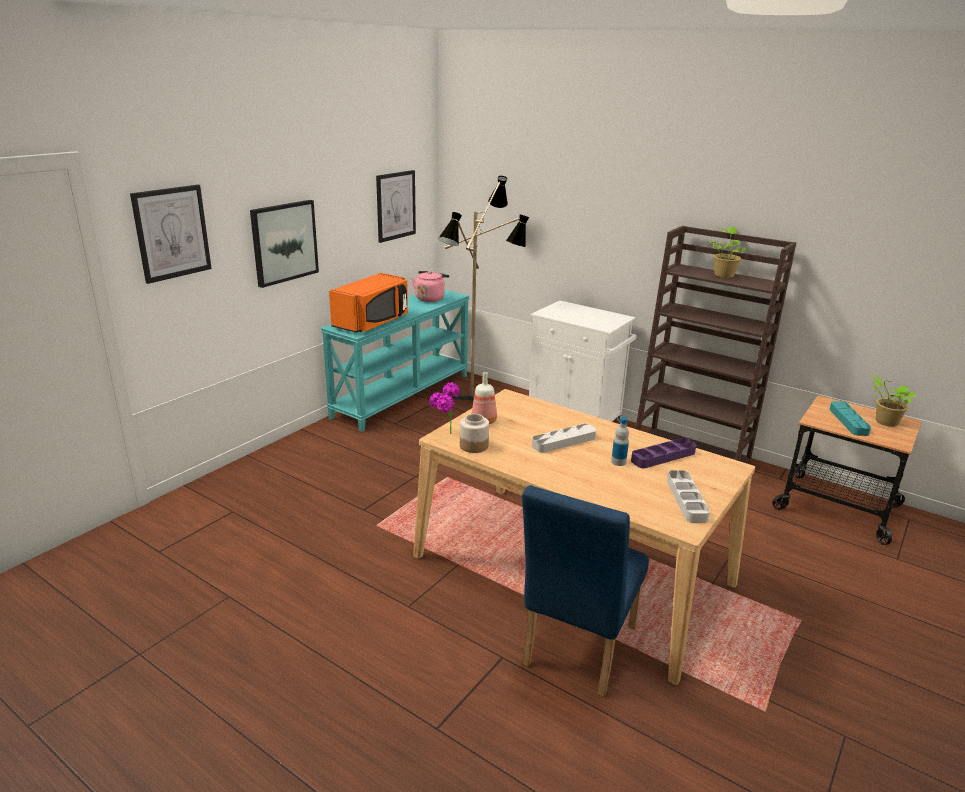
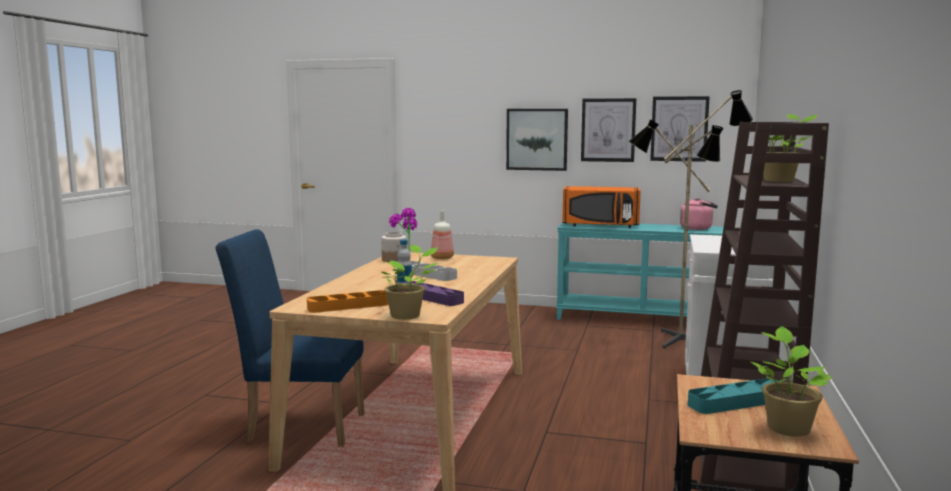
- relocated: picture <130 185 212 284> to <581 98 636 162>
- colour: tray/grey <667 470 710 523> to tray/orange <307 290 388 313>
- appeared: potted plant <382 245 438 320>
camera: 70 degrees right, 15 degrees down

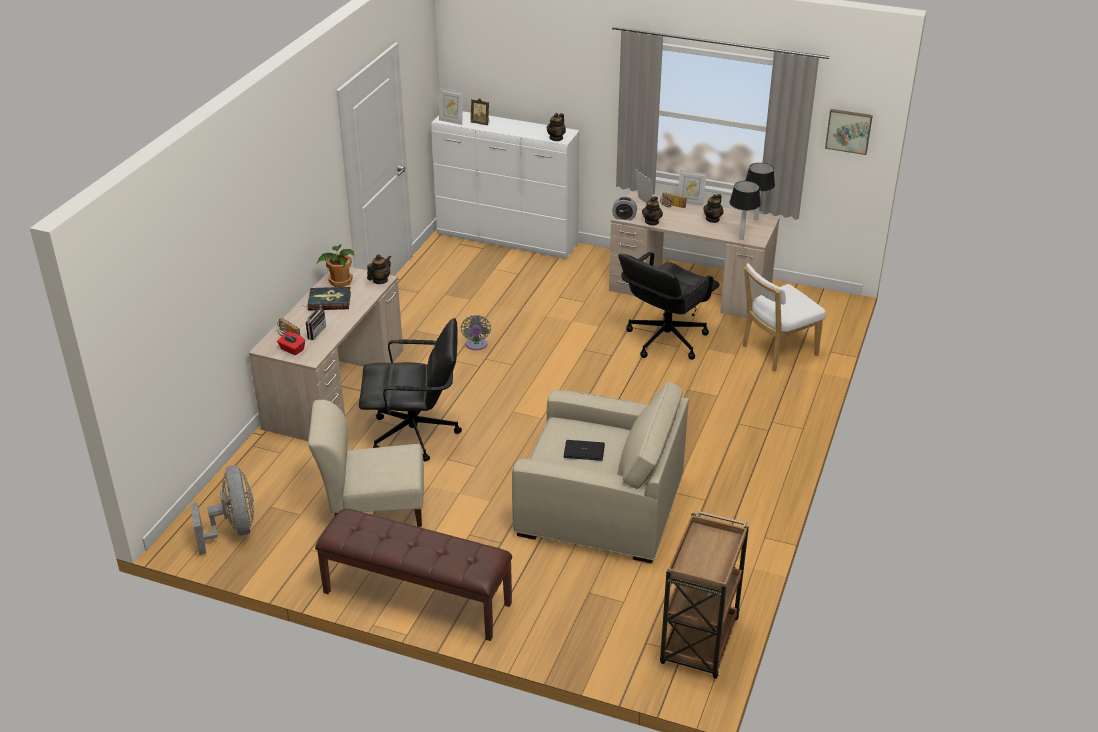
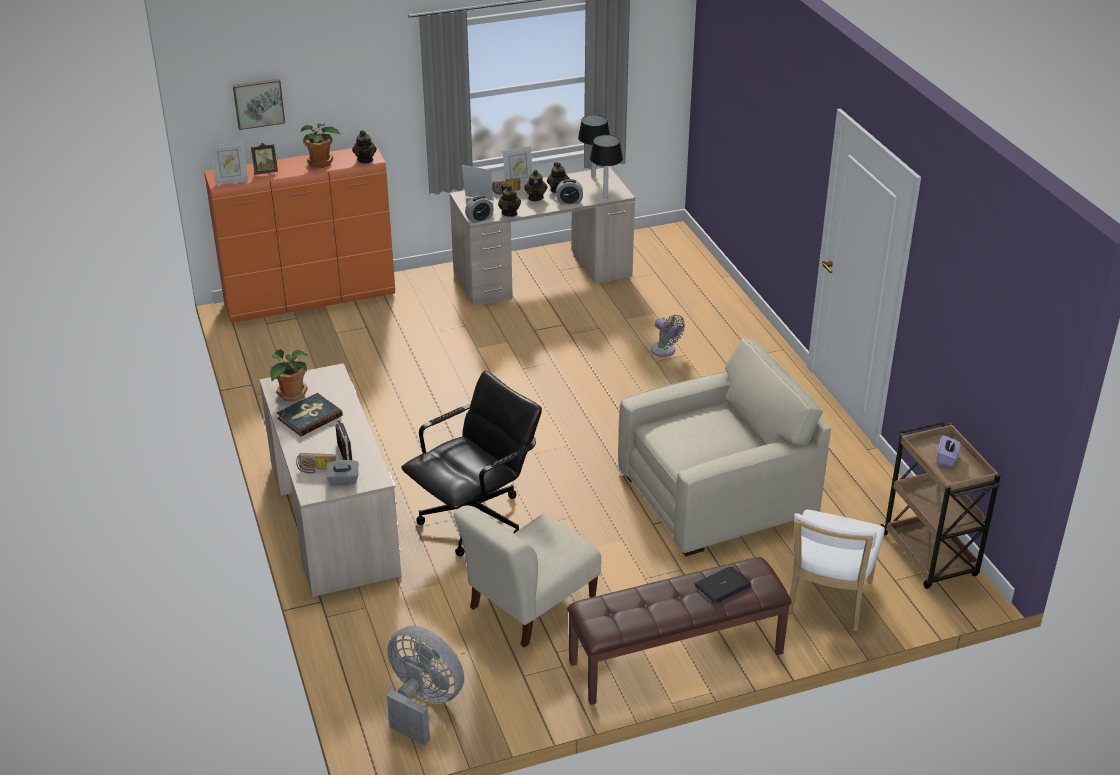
- relocated: picture <825 109 873 155> to <233 79 285 130>
- colour: dresser/white <431 111 580 259> to dresser/orange <204 145 395 323>
- missing: office chair/black <618 252 720 360>
- relocated: teapot <367 254 391 284> to <524 170 548 201>
- relocated: chair/white <743 263 826 371> to <788 510 885 631>
- relocated: fan/grey <461 315 491 350> to <651 315 685 357>
- colour: tissue box/red <277 332 305 355> to tissue box/grey <326 460 358 486>
- relocated: laptop <564 440 605 461> to <695 566 752 604>
- appeared: potted plant <301 123 341 168>
- appeared: alarm clock <556 179 583 204>
- appeared: tissue box/purple <937 435 961 467>
camera: 40 degrees left, 0 degrees up

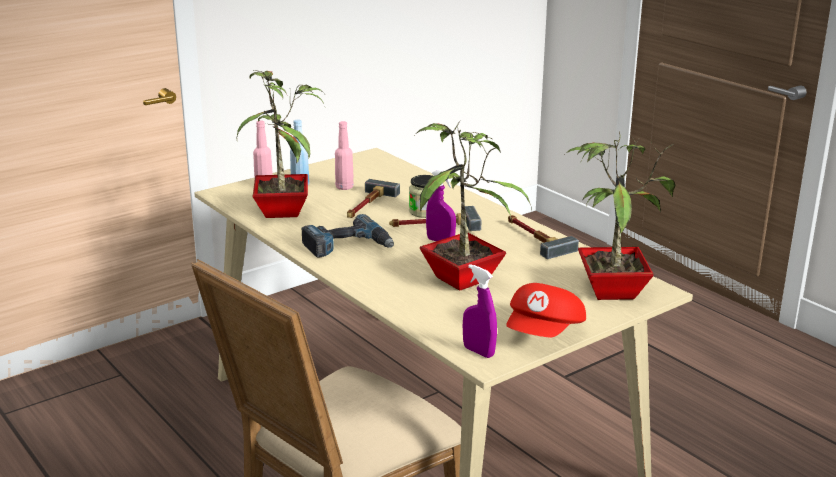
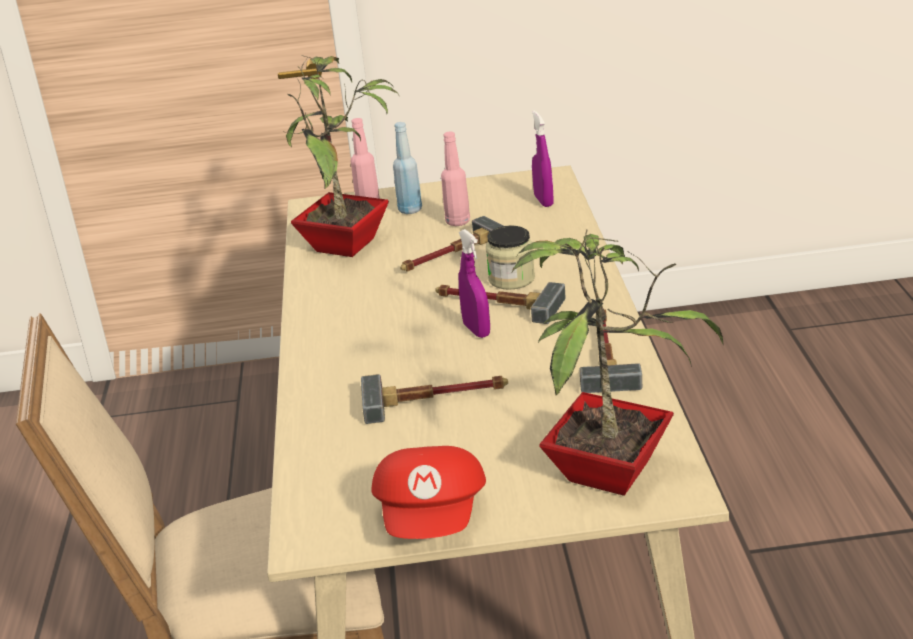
- exchanged: potted plant <416 121 532 291> to hammer <361 374 508 424>
- missing: power drill <302 214 394 257>
- relocated: spray bottle/purple <463 264 497 358> to <532 111 553 207>
- spun: cap/red <506 283 586 337> = <371 446 486 539> 60 degrees counterclockwise
camera: 35 degrees right, 5 degrees up

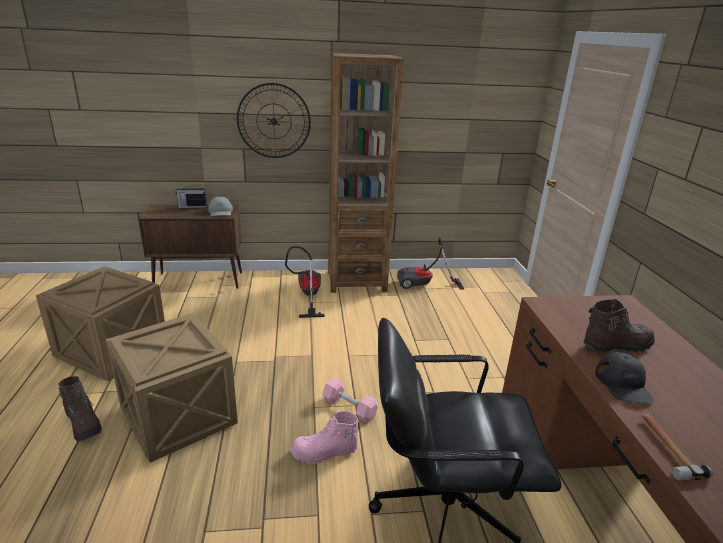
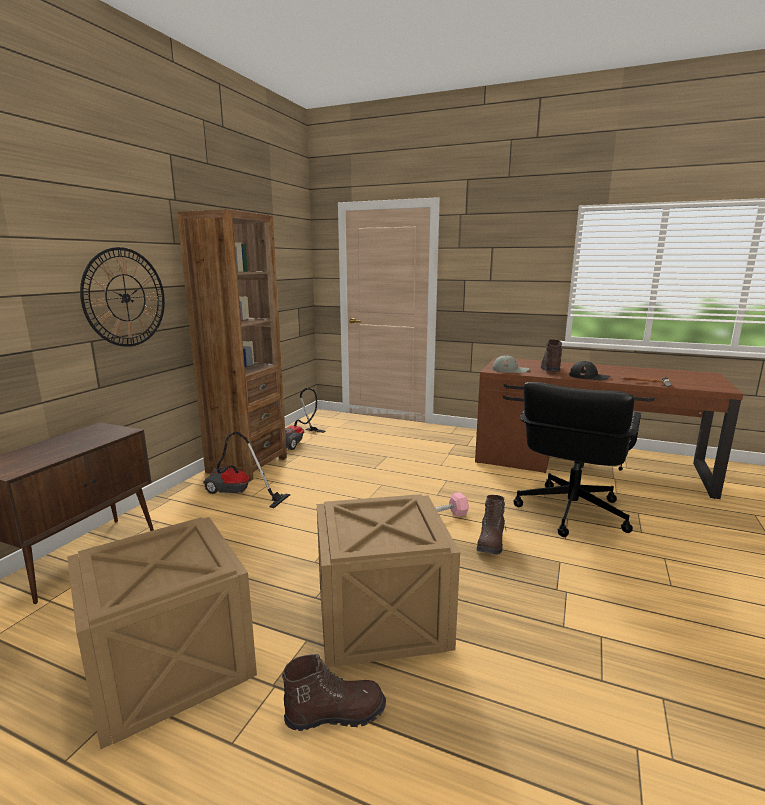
- missing: radio <175 185 207 208>
- relocated: cap/grey <208 197 233 216> to <492 355 529 373>
- colour: boot/pink <291 411 359 464> to boot/brown <476 495 507 555>
camera: 60 degrees left, 10 degrees down

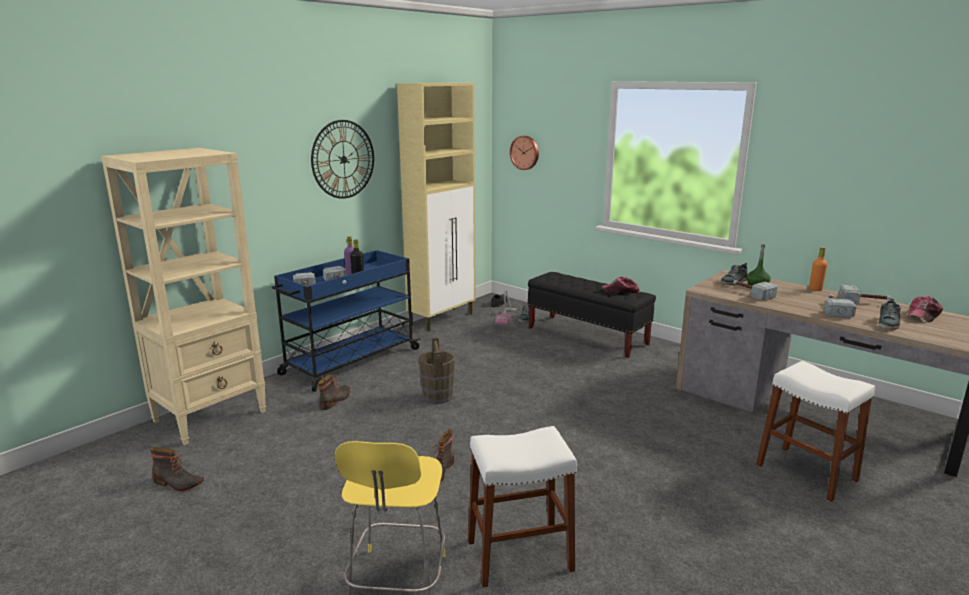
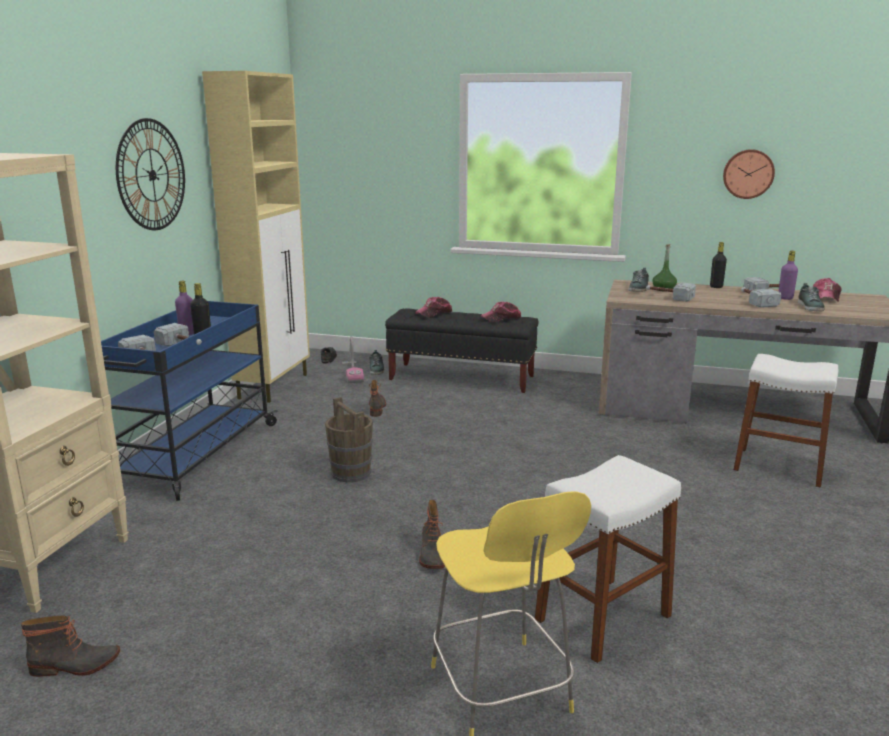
- relocated: wall clock <510 136 539 170> to <723 149 775 199>
- colour: bottle/orange <809 247 827 291> to bottle/black <710 242 727 288>
- relocated: boot <318 374 350 410> to <369 380 386 417>
- appeared: bottle/purple <779 251 798 300>
- appeared: cap <415 297 452 317>
camera: 25 degrees left, 0 degrees up

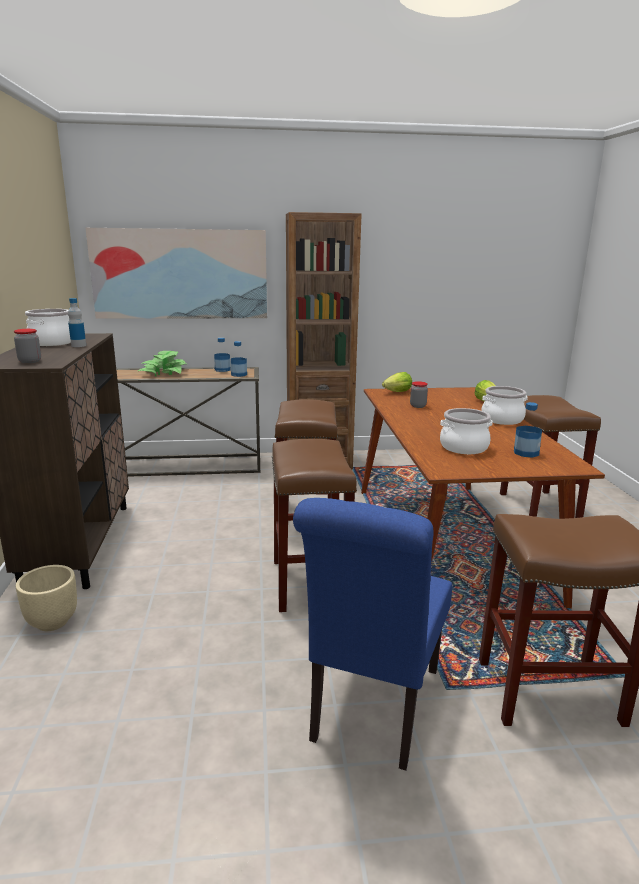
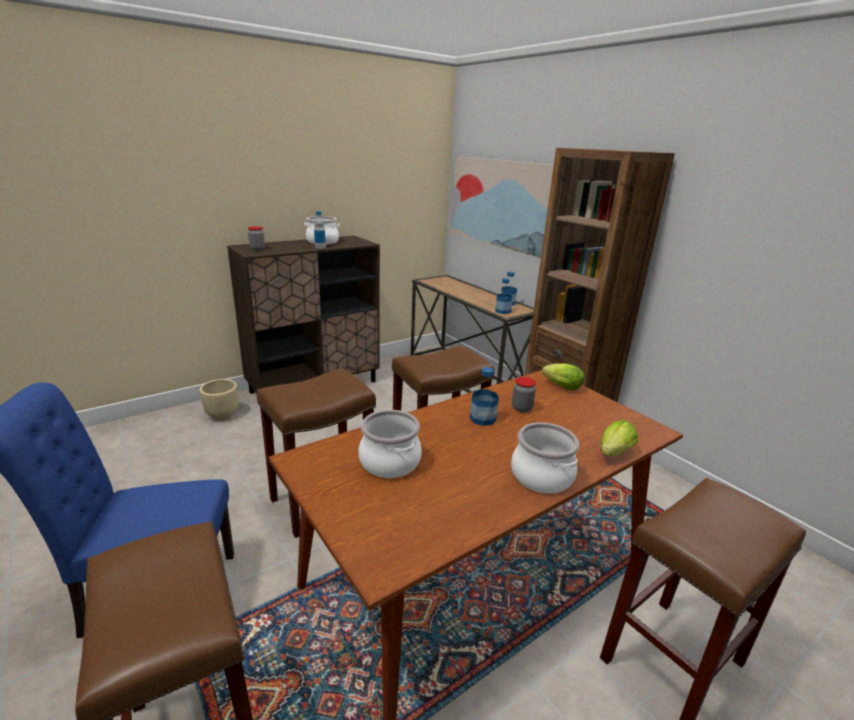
- missing: potted plant <138 351 188 376>
- relocated: bottle <514 402 542 458> to <470 367 499 426>
camera: 60 degrees right, 5 degrees up

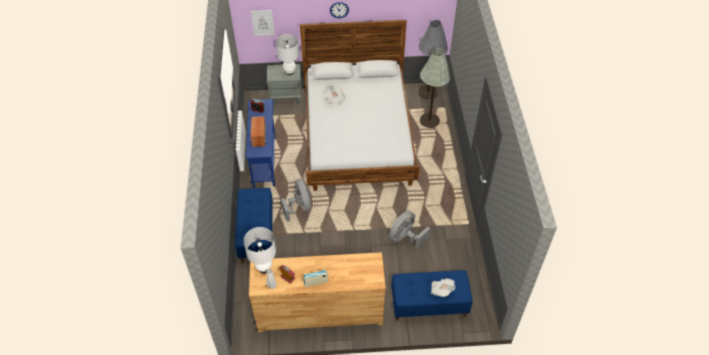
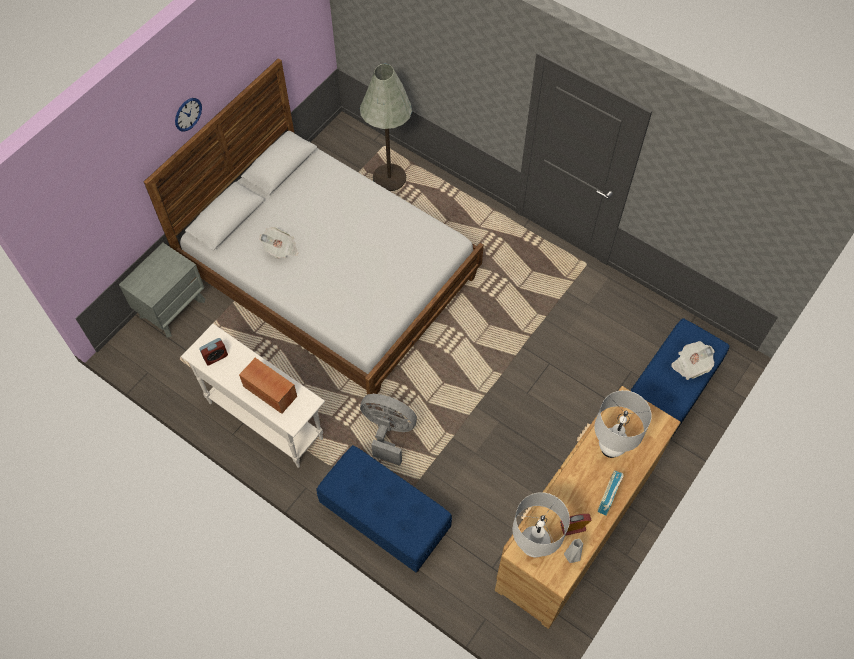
- missing: picture <251 10 275 36>
- missing: floor lamp/grey <418 20 448 99>
- relocated: table lamp/white <276 34 299 75> to <594 390 652 458>
- colour: console table/blue <246 99 275 188> to console table/white <181 324 325 468>
- missing: fan/grey <389 211 430 249>
camera: 50 degrees left, 10 degrees up

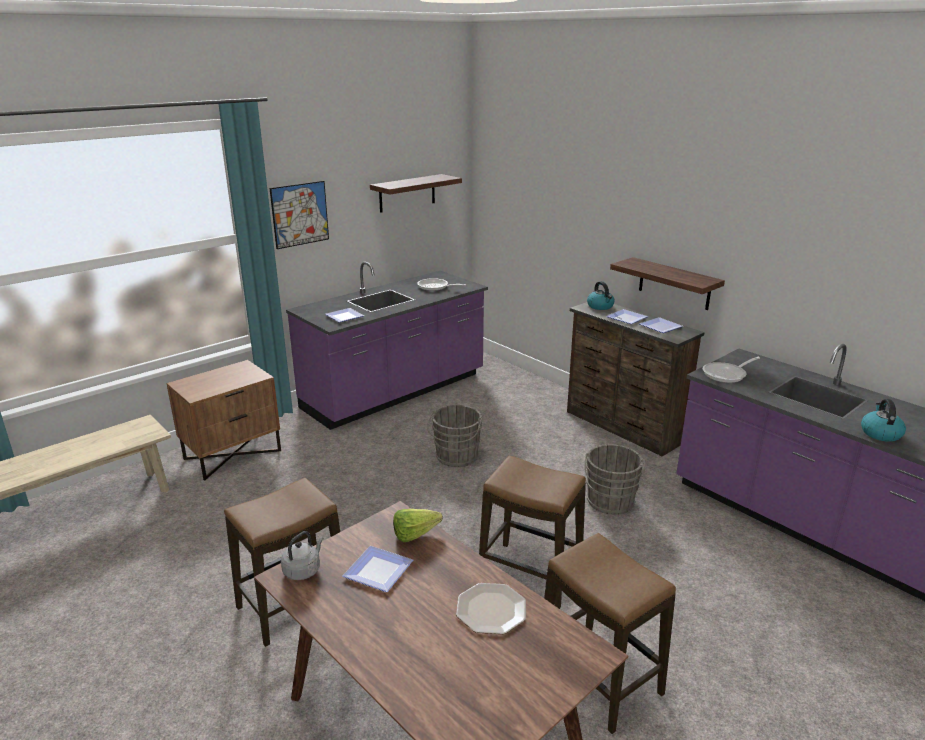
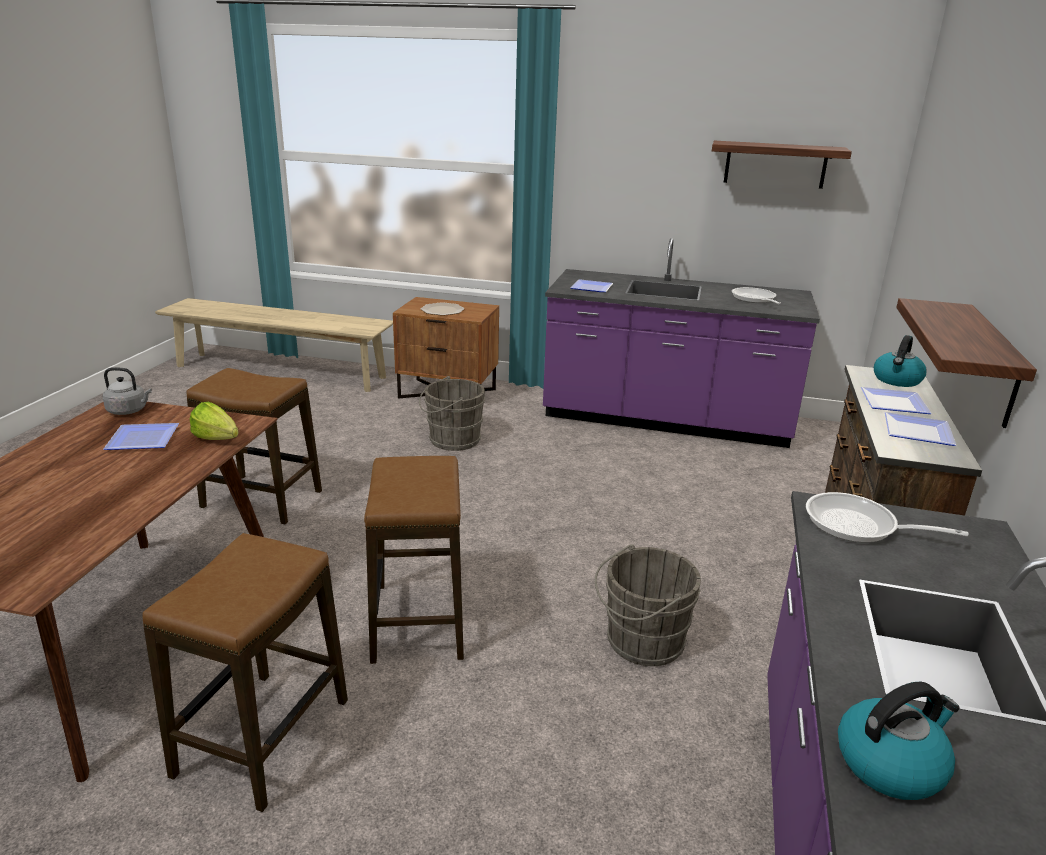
- missing: picture <270 181 329 249>
- relocated: bucket/grey <427 405 482 467> to <419 376 485 451>
- relocated: plate <456 583 526 634> to <420 302 465 316>
camera: 55 degrees right, 0 degrees up

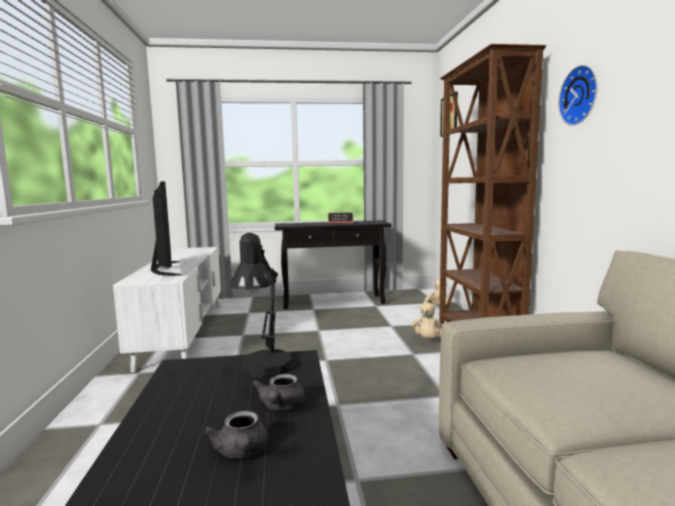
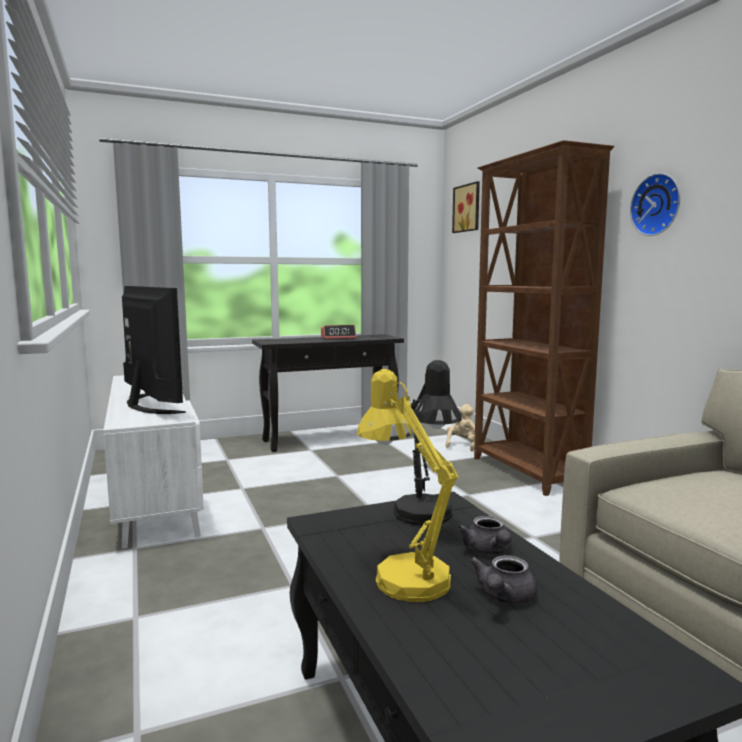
- missing: plush toy/beige <412 303 442 338>
- spun: teapot/grey <203 411 268 459> = <470 555 537 605> 60 degrees clockwise
- appeared: table lamp/yellow <357 369 458 602>
camera: 15 degrees left, 0 degrees up

